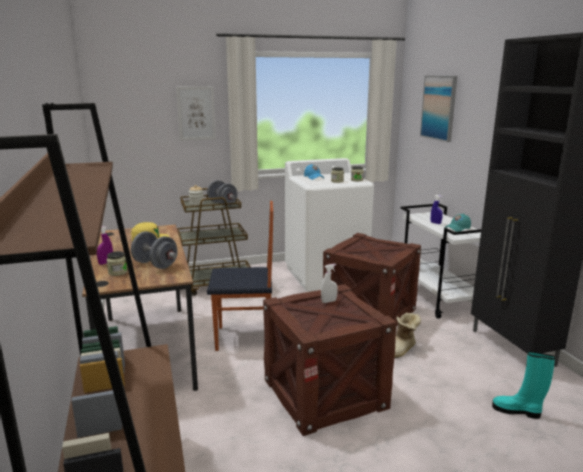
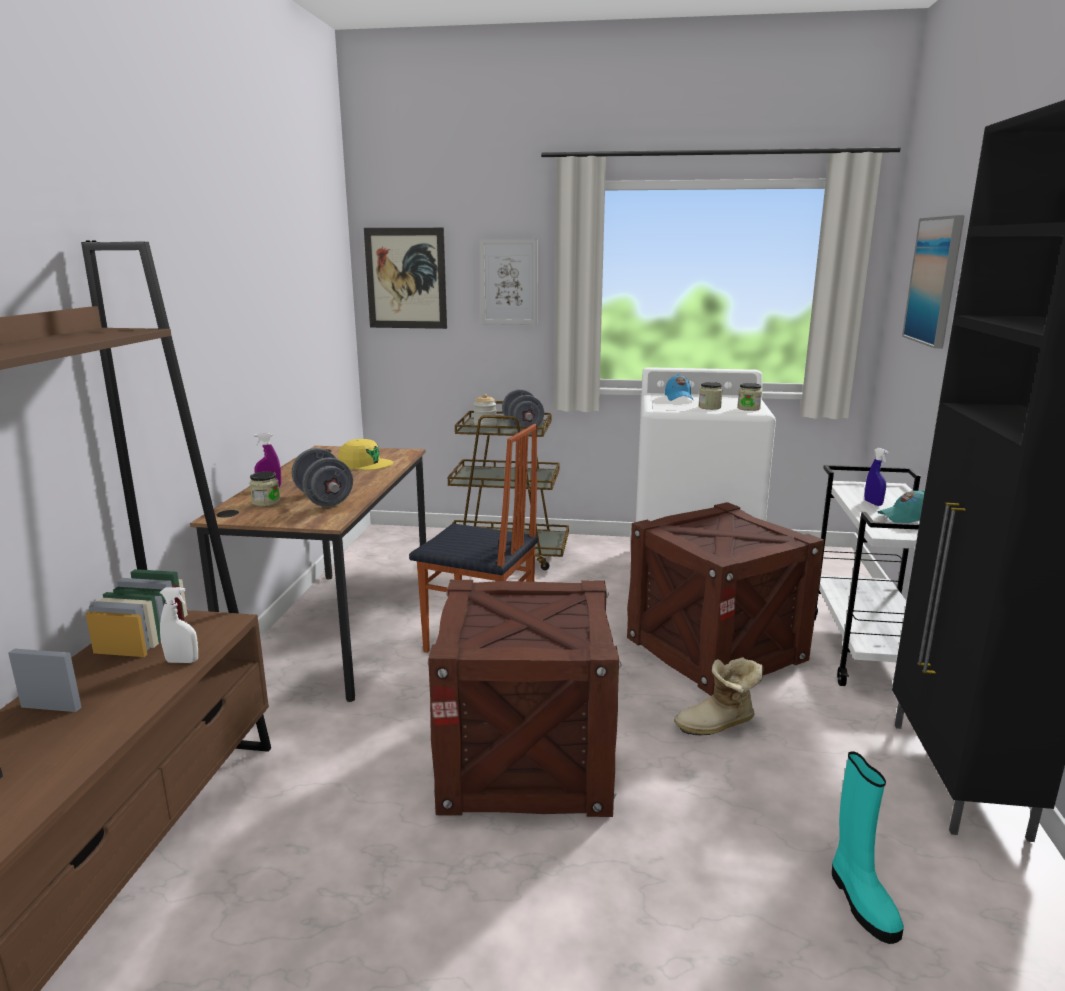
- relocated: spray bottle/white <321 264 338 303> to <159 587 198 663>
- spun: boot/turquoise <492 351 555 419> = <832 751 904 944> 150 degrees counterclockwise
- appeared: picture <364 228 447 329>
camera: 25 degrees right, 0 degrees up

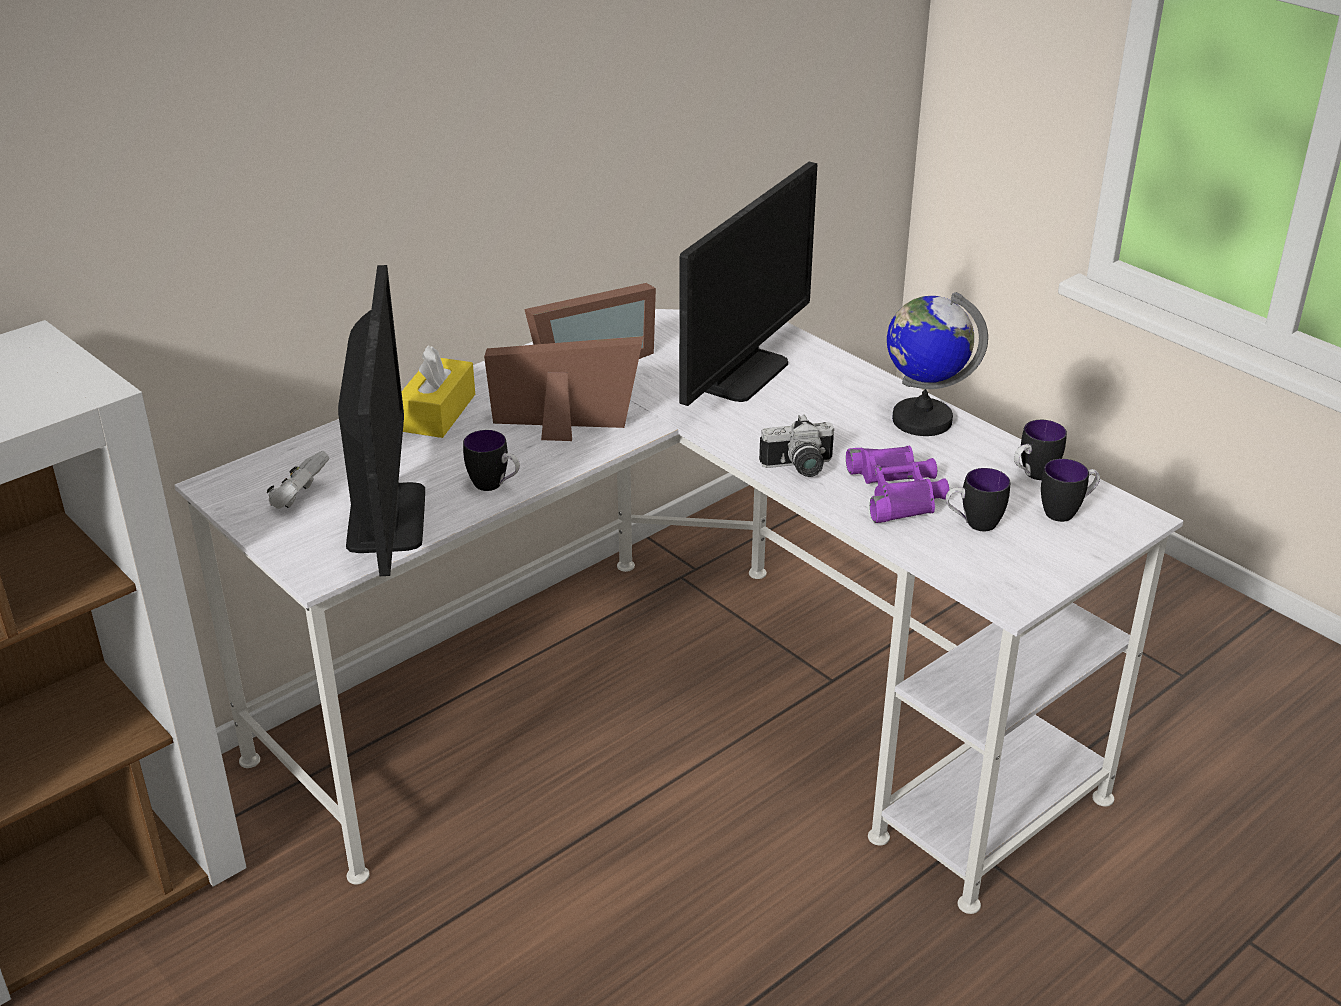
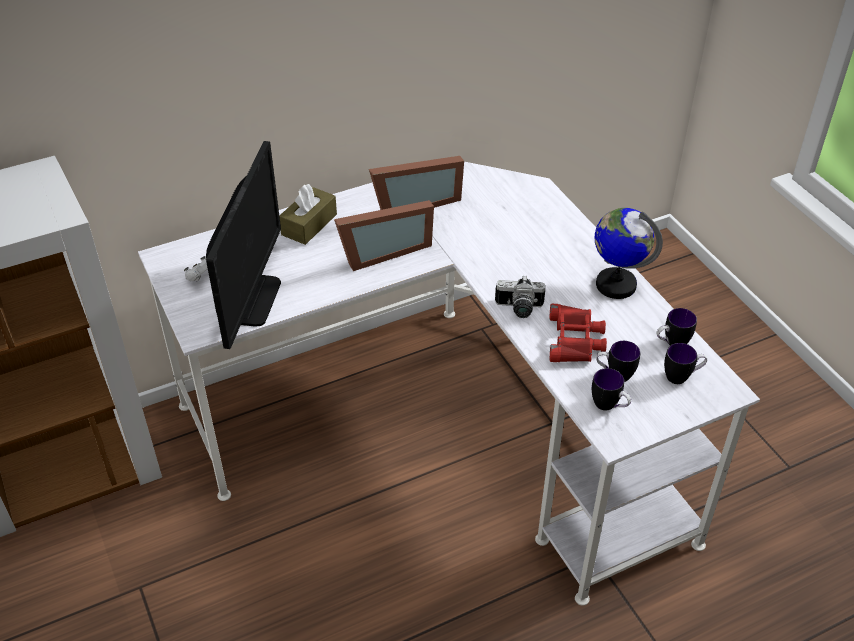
- missing: monitor <679 162 817 406>
- spun: picture frame <484 336 643 441> = <334 200 434 271> 135 degrees clockwise
- colour: tissue box/yellow <401 345 475 438> to tissue box/brown <280 184 337 245>
- relocated: mug <463 430 520 491> to <592 368 631 411>
- colour: binoculars/purple <846 446 949 523> to binoculars/red <550 304 607 362>
camera: 15 degrees right, 10 degrees up

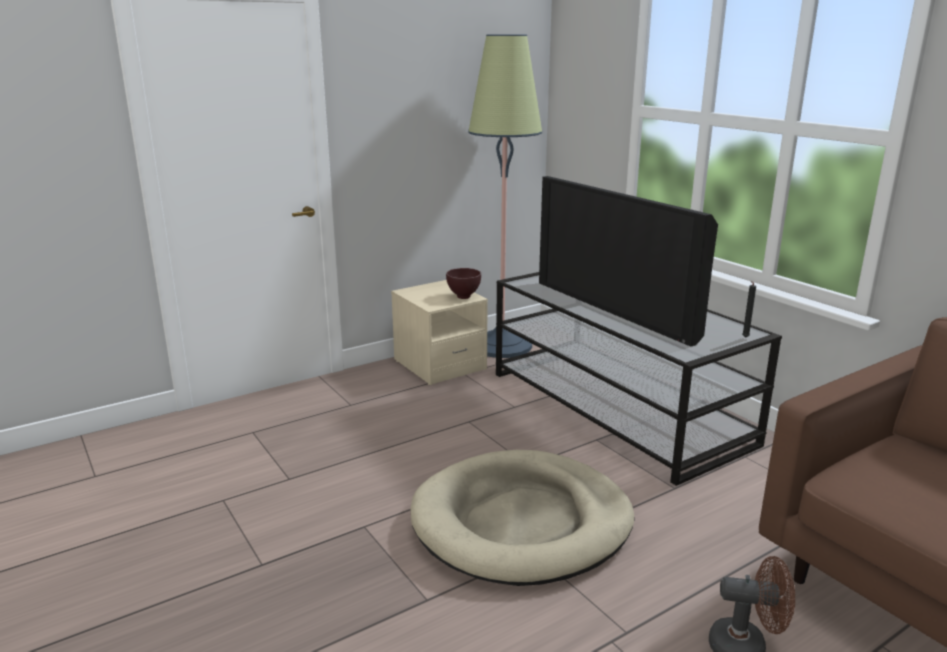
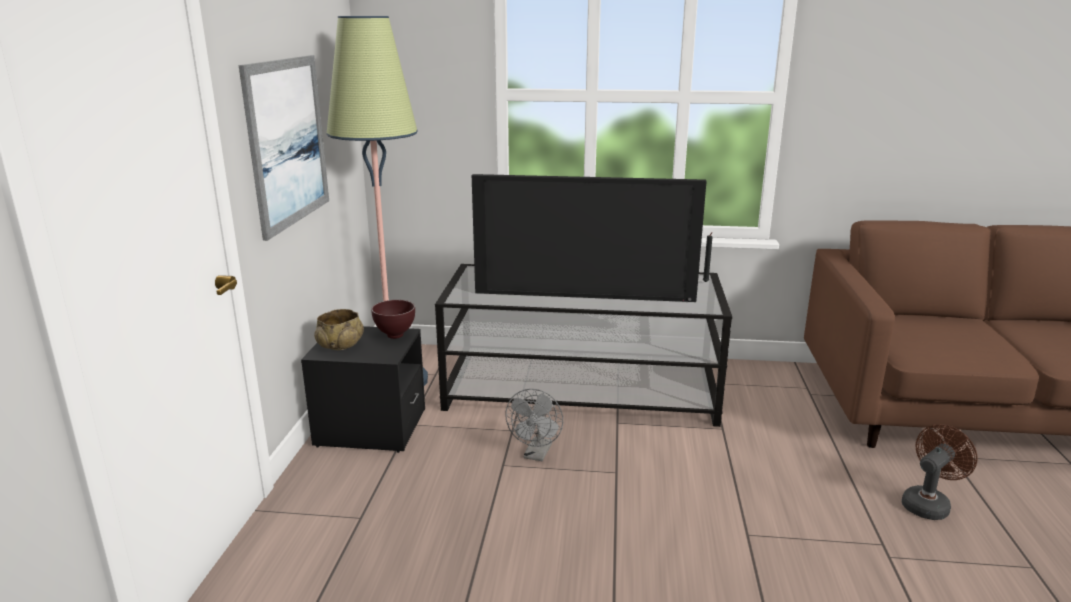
- colour: nightstand/beige <391 280 488 385> to nightstand/black <301 326 425 453>
- missing: dog bed/beige <411 450 634 586>
- appeared: picture <239 55 329 241>
- appeared: bowl/beige <314 309 364 350>
- appeared: fan/grey <505 389 563 461>
camera: 50 degrees left, 0 degrees up

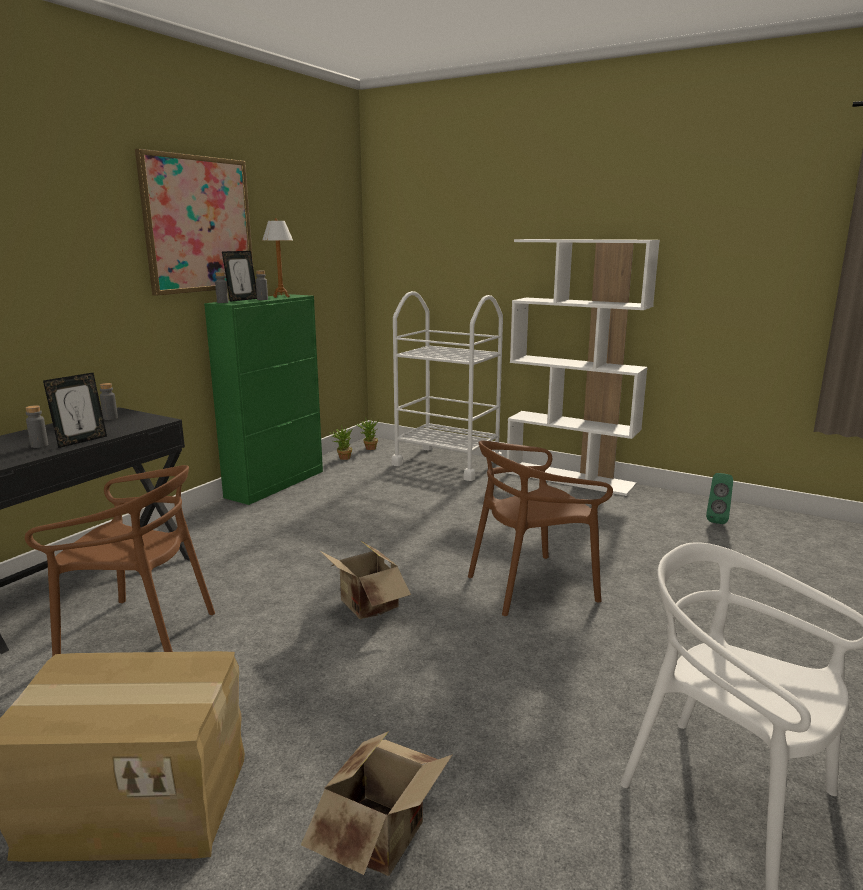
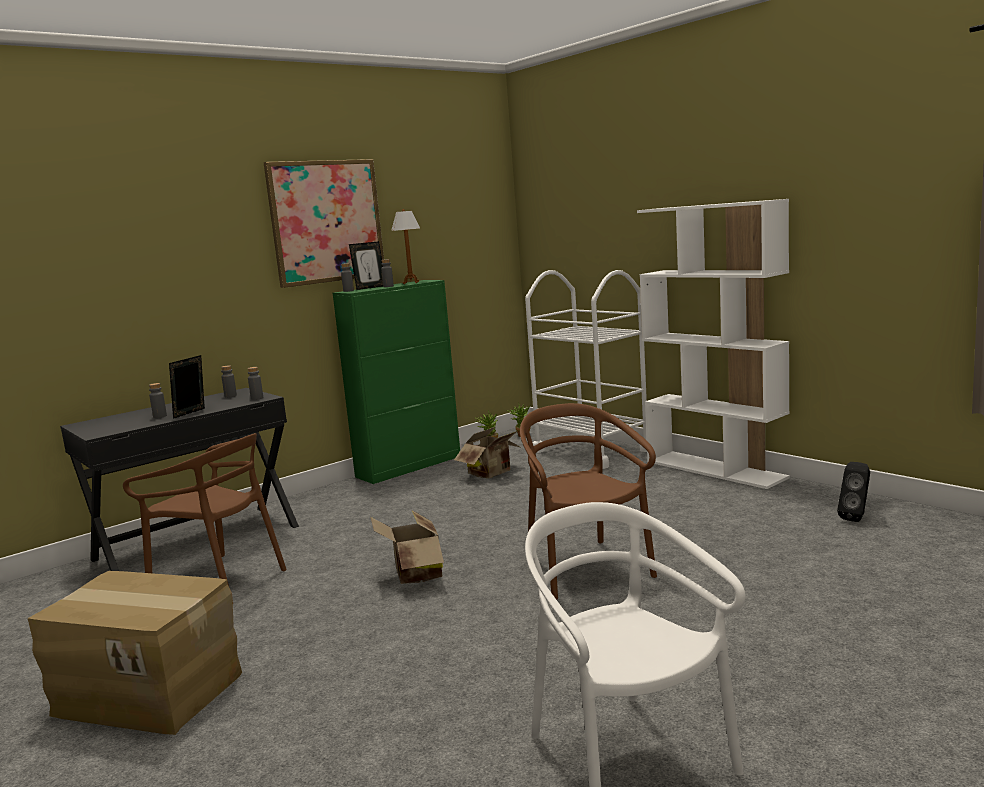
- spun: picture frame <43 373 107 448> = <169 355 205 419> 150 degrees clockwise
- spun: chair/brown <468 441 613 616> = <520 403 657 600> 75 degrees clockwise
- colour: speaker/green <706 473 733 524> to speaker/black <837 462 870 522>
- relocated: cardboard box <301 731 453 876> to <454 427 522 478>
- appeared: bottle/grey <248 367 263 400>
camera: 20 degrees right, 5 degrees down

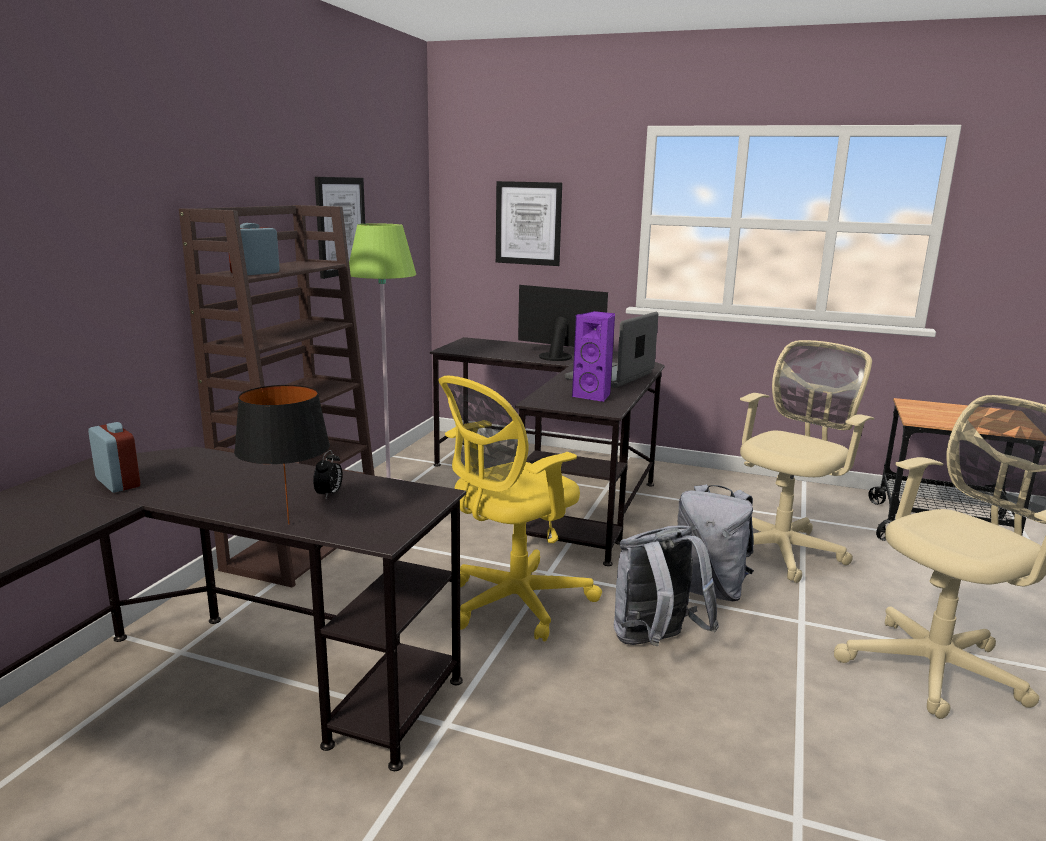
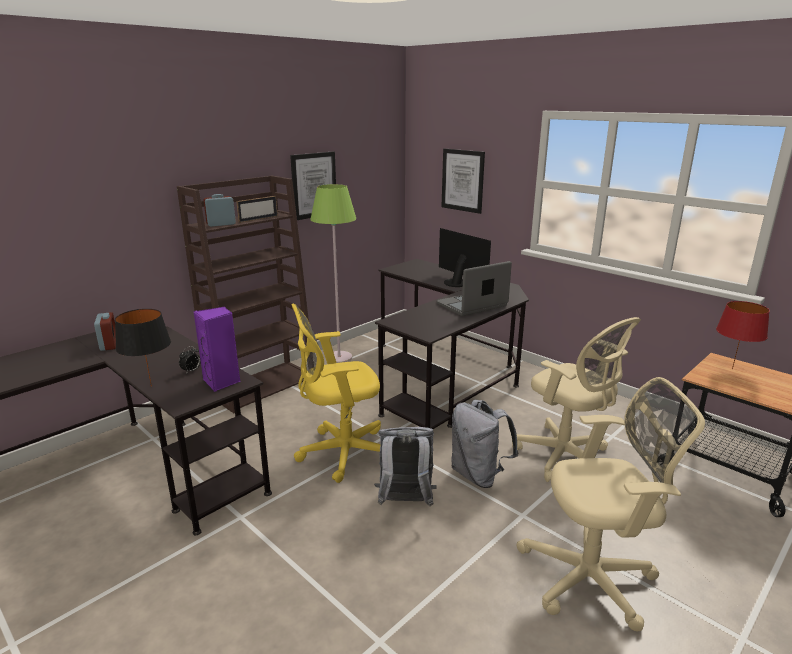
- relocated: speaker/purple <572 311 615 402> to <193 307 240 392>
- spun: office chair/beige <740 340 874 583> = <512 317 641 482> 75 degrees clockwise
- appeared: picture frame <236 196 278 223>
- appeared: table lamp/red <716 301 770 369>
camera: 25 degrees right, 5 degrees up

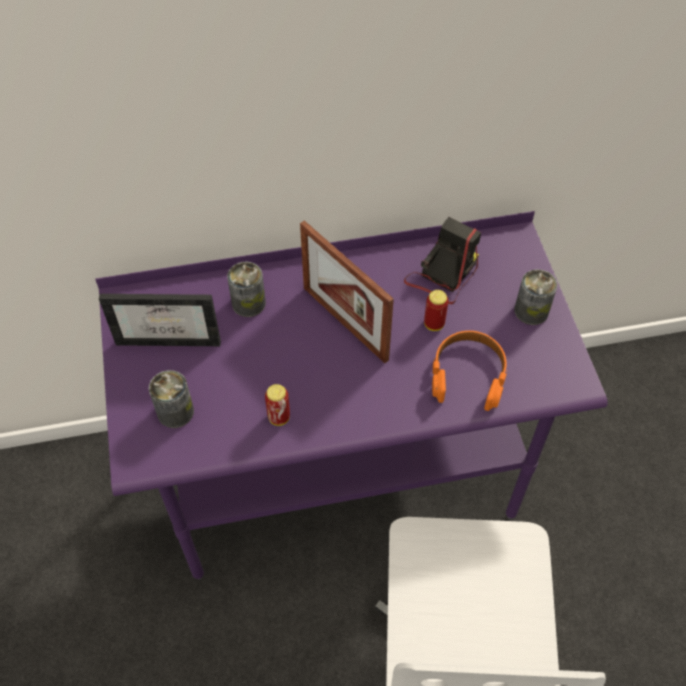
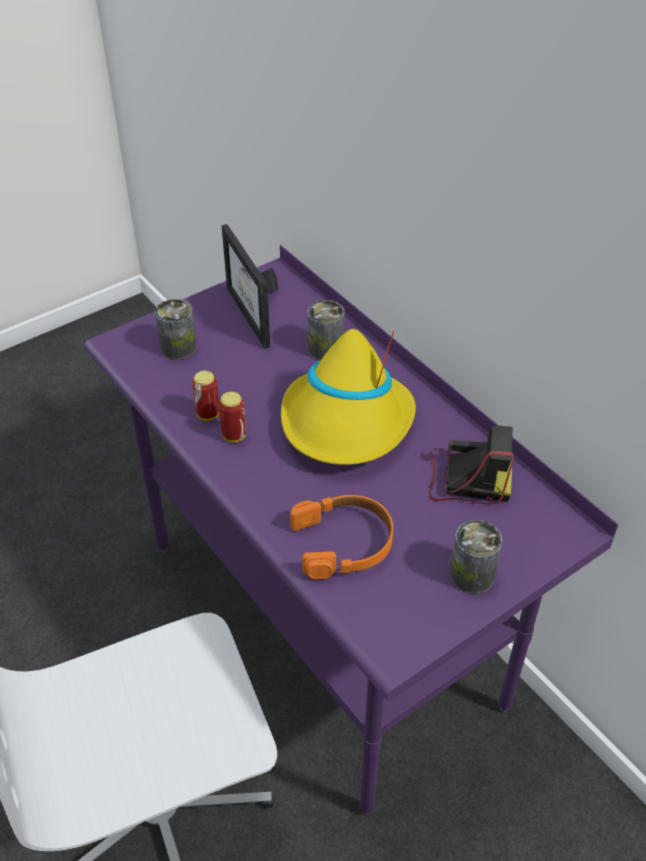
- exchanged: picture frame <300 220 394 363> to hat/yellow <281 329 416 465>
- relocated: can <424 290 449 331> to <219 392 246 442>
camera: 65 degrees right, 10 degrees down

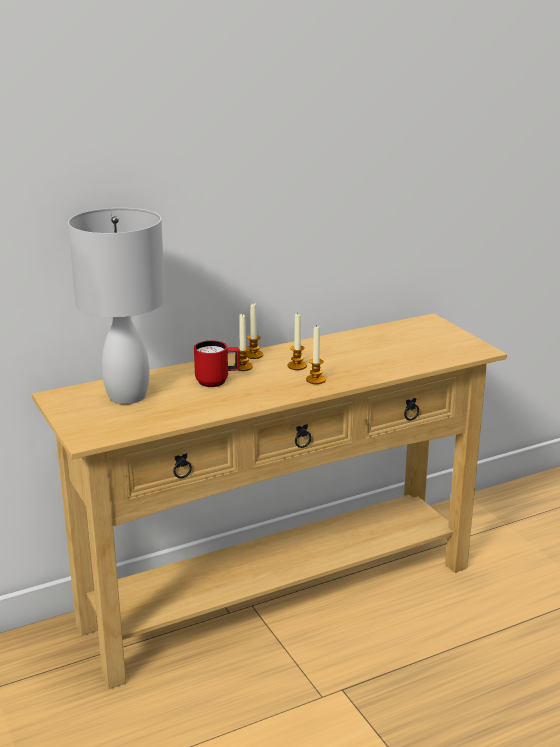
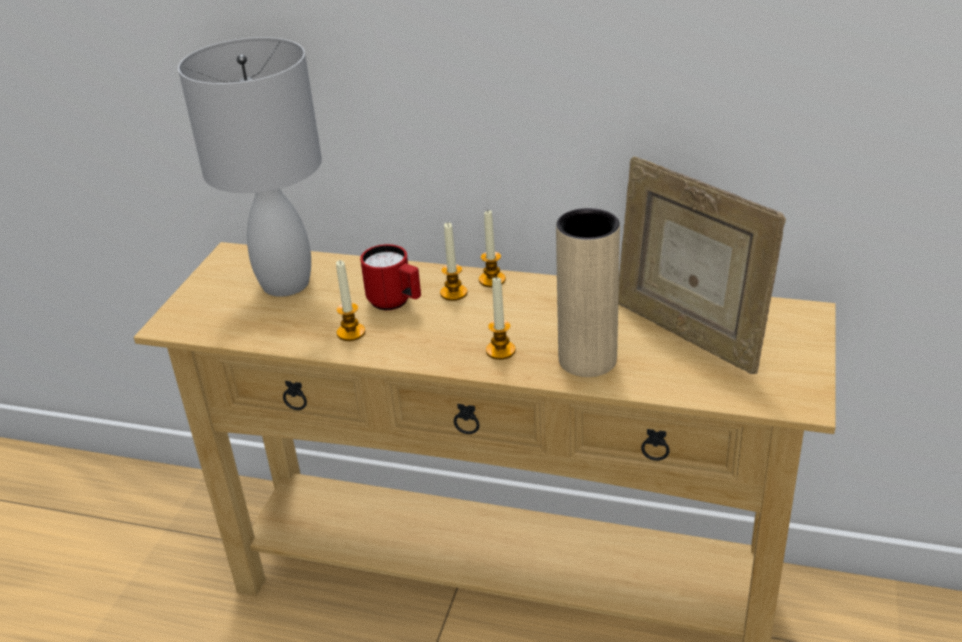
- relocated: candle <288 313 307 370> to <336 260 365 341>
- appeared: picture frame <618 156 786 374>
- appeared: vase/beige <556 208 620 377>
camera: 45 degrees right, 10 degrees up

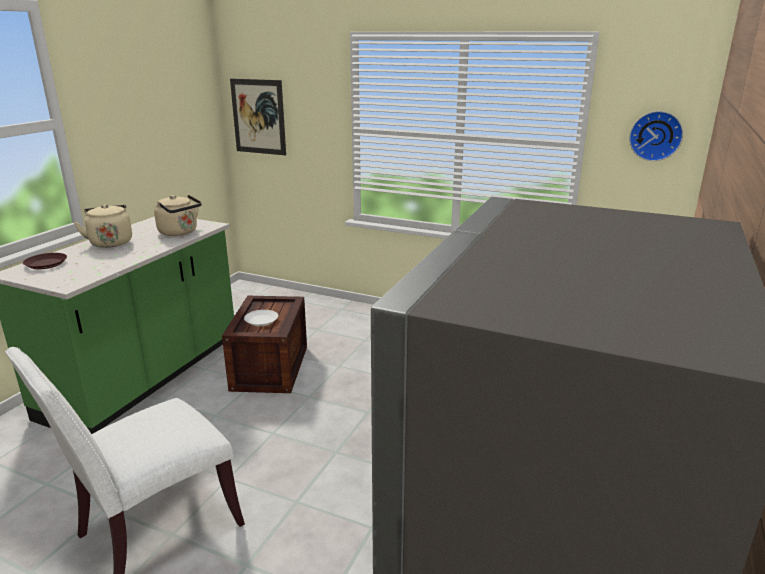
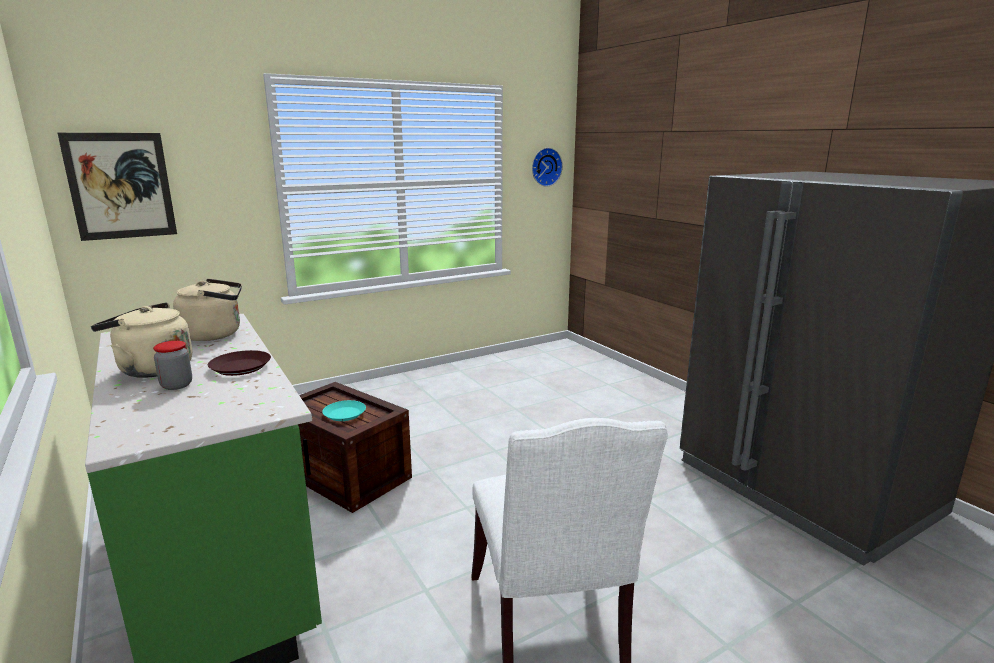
- relocated: plate/brown <23 253 67 269> to <208 350 271 376>
- colour: plate/white <244 310 278 326> to plate/turquoise <322 400 366 421>
- appeared: jar <153 341 192 390>
camera: 55 degrees left, 5 degrees down

